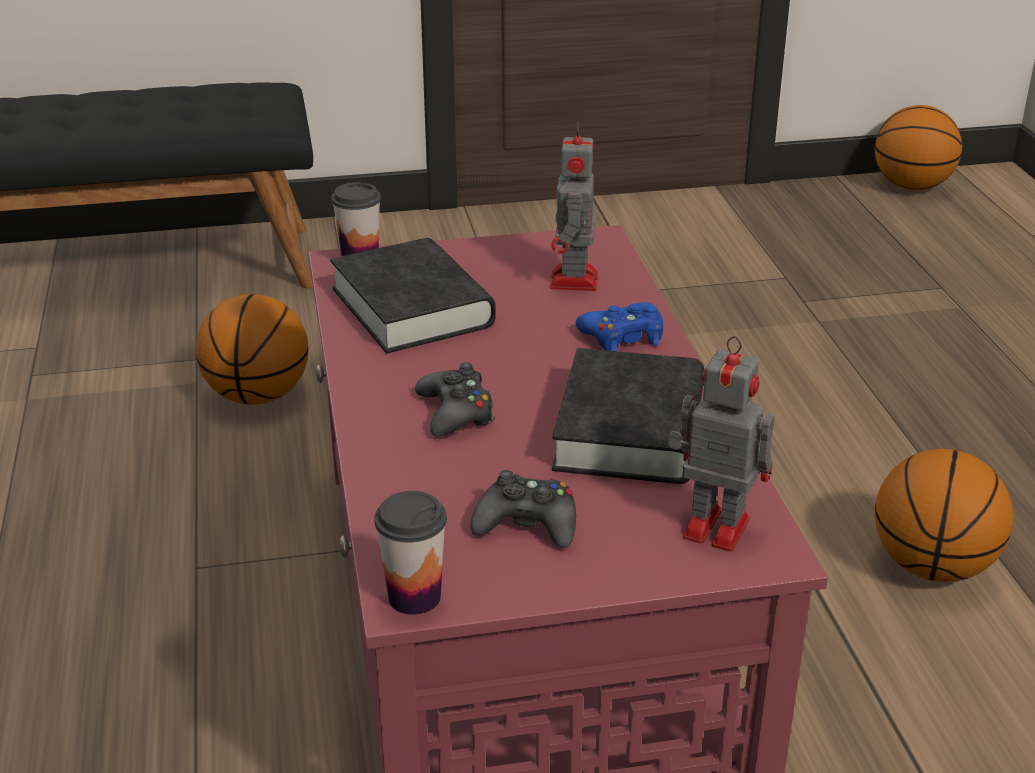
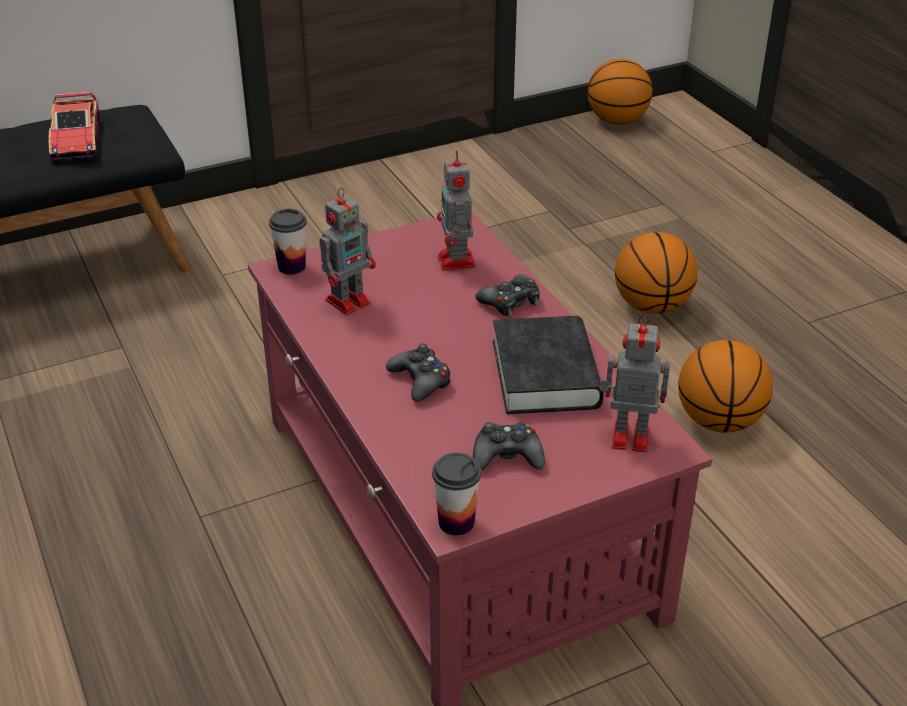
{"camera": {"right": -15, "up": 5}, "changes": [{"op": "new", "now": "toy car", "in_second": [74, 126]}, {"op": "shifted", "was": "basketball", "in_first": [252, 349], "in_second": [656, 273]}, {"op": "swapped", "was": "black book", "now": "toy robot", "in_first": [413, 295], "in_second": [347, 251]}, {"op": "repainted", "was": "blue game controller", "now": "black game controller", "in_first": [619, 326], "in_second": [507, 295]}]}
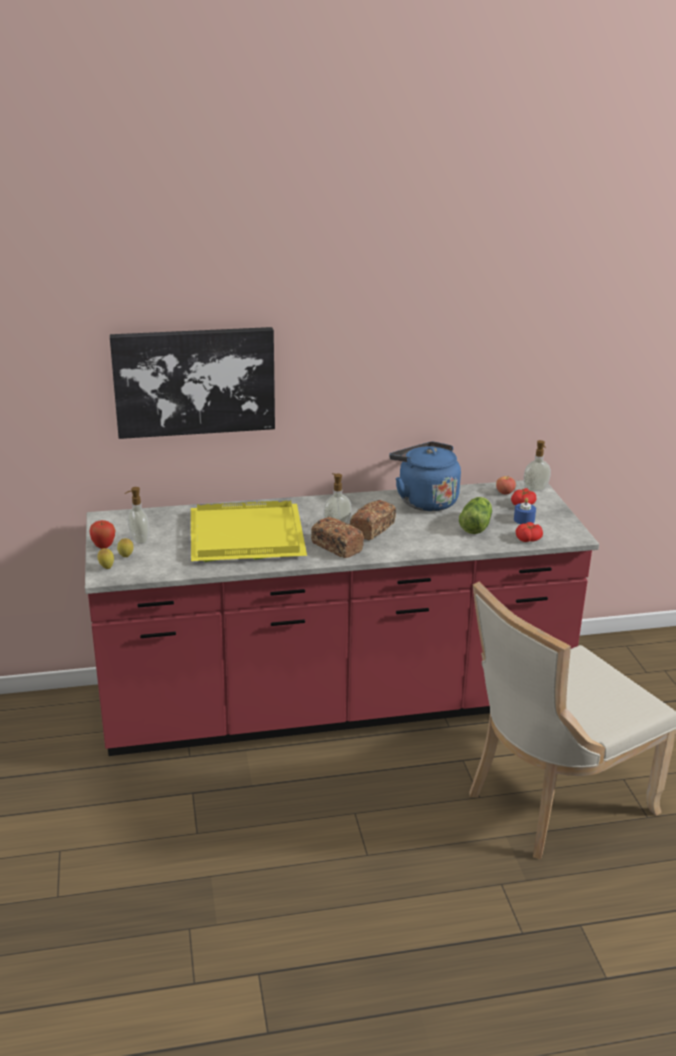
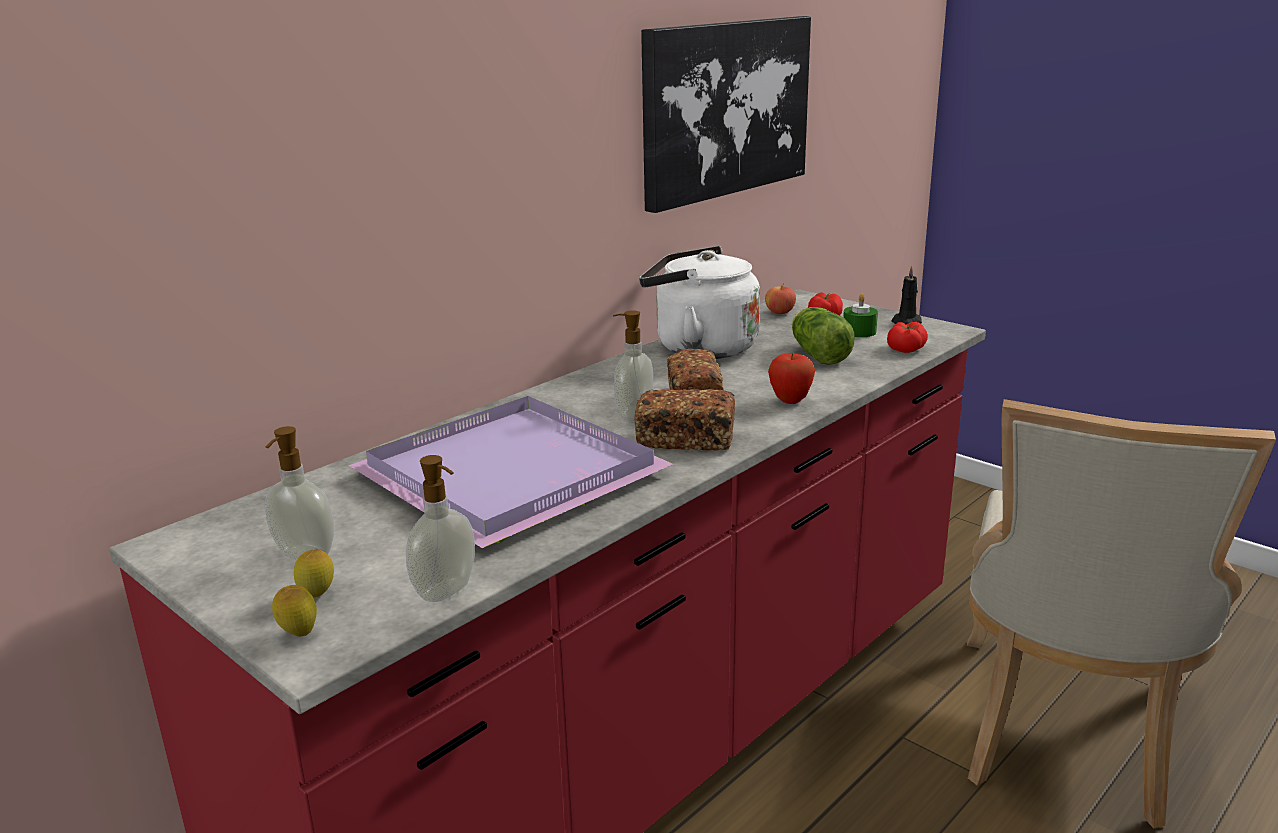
{"camera": {"right": -35, "up": -5}, "changes": [{"op": "new", "now": "black candle", "in_second": [906, 295]}, {"op": "shifted", "was": "apple", "in_first": [102, 534], "in_second": [791, 378]}, {"op": "shifted", "was": "picture", "in_first": [192, 383], "in_second": [726, 114]}, {"op": "shifted", "was": "soap dispenser", "in_first": [537, 466], "in_second": [440, 528]}, {"op": "repainted", "was": "yellow tray", "now": "purple tray", "in_first": [249, 531], "in_second": [510, 472]}, {"op": "repainted", "was": "blue kettle", "now": "white kettle", "in_first": [425, 476], "in_second": [699, 302]}, {"op": "repainted", "was": "blue candle", "now": "green candle", "in_first": [525, 511], "in_second": [860, 315]}]}
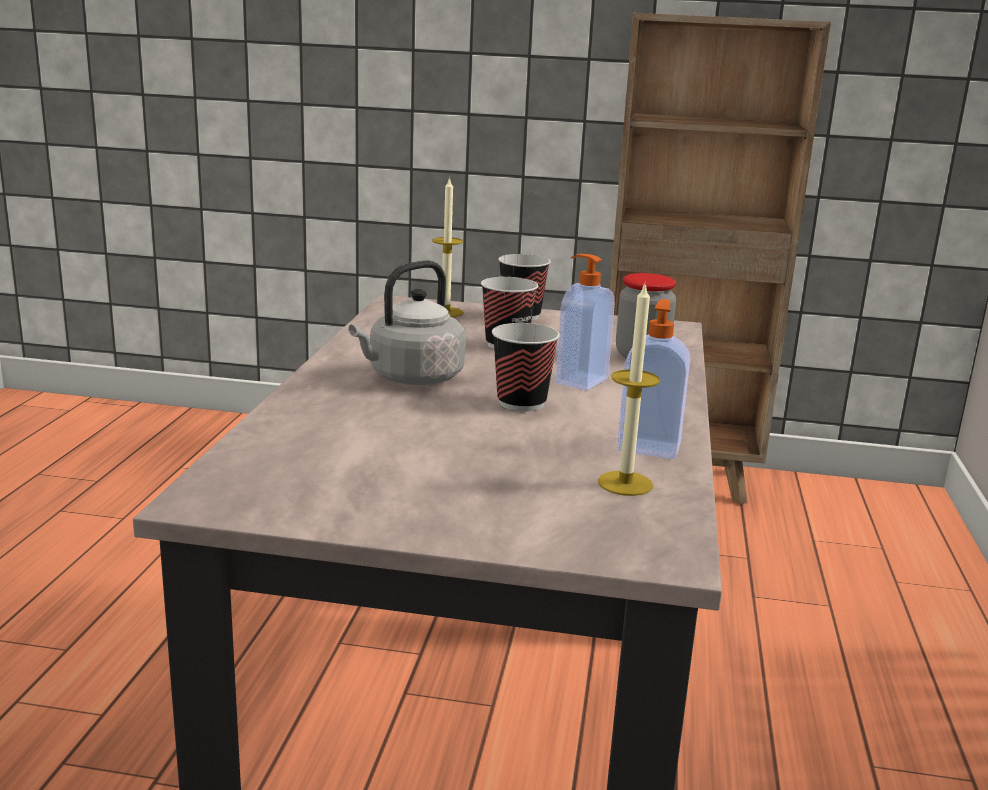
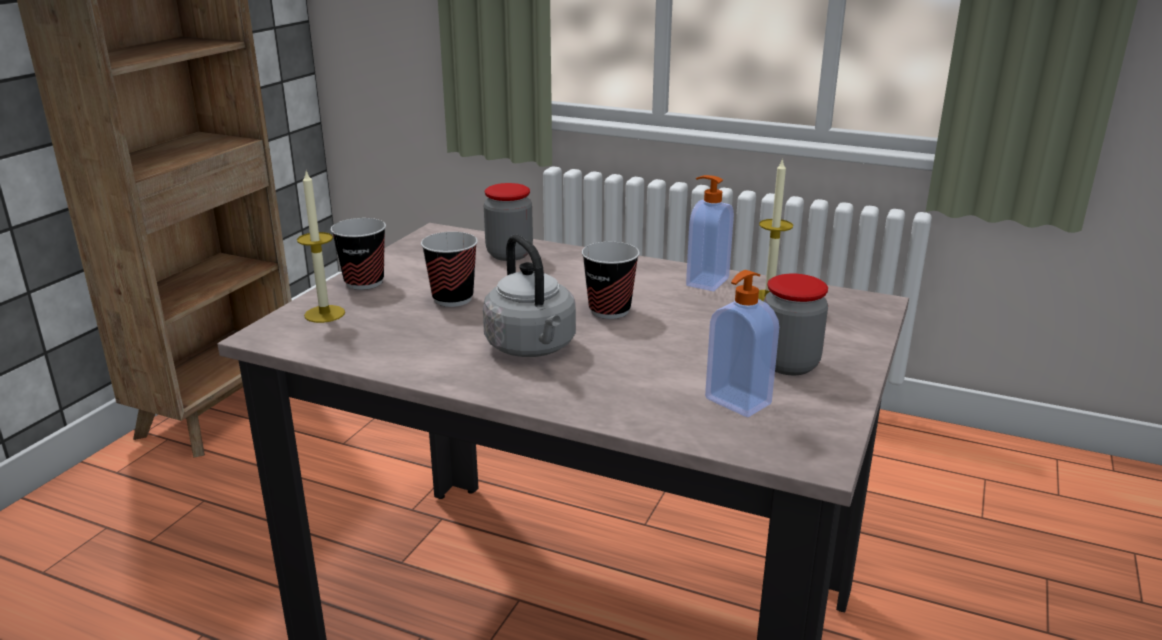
{"camera": {"right": -75, "up": 5}, "changes": [{"op": "new", "now": "jar", "in_second": [796, 324]}, {"op": "shifted", "was": "soap dispenser", "in_first": [585, 322], "in_second": [742, 343]}]}
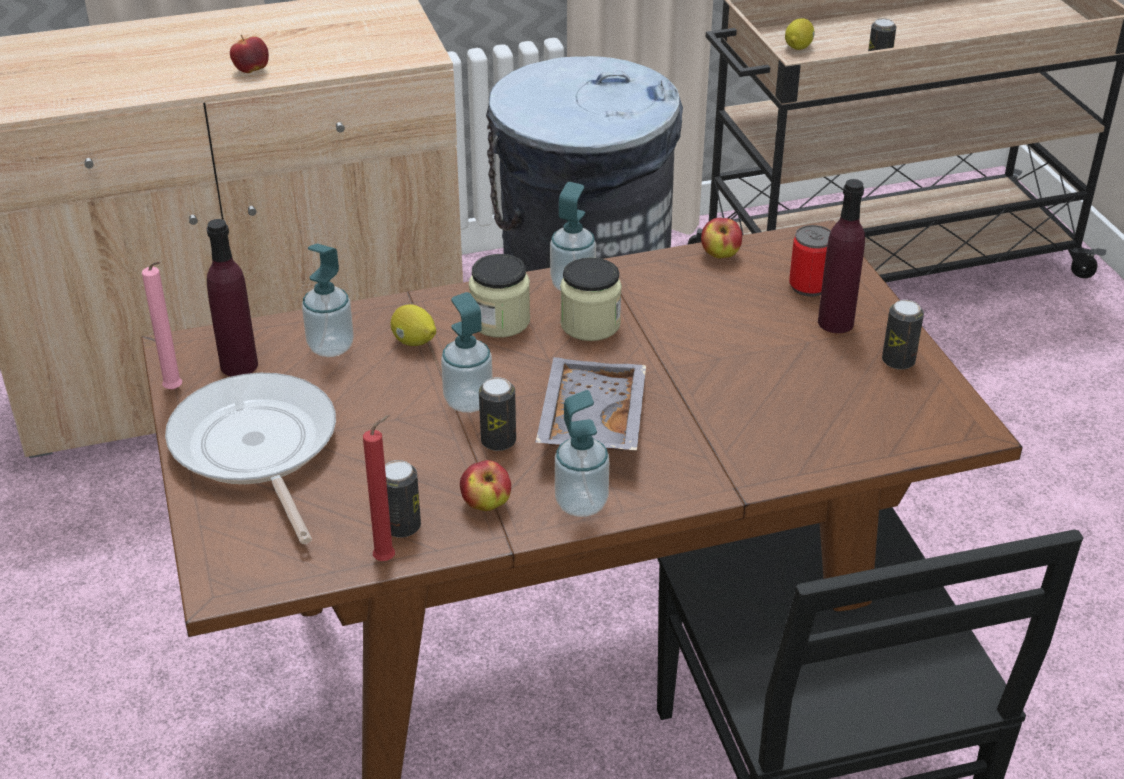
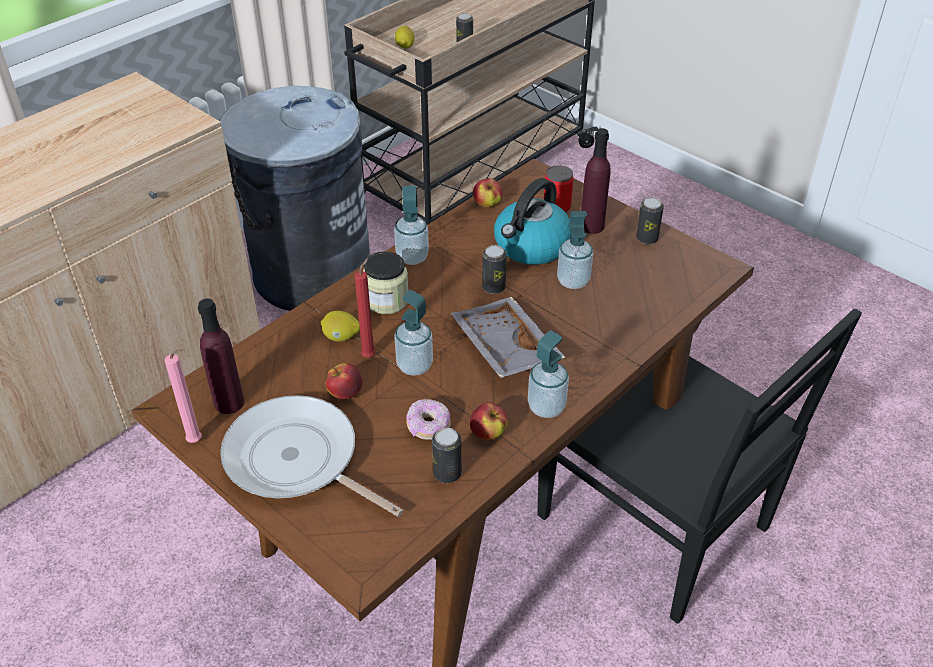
{"camera": {"right": -30, "up": 5}, "changes": [{"op": "gone", "was": "jar", "in_first": [591, 299]}, {"op": "new", "now": "donut", "in_second": [428, 419]}, {"op": "new", "now": "kettle", "in_second": [532, 221]}, {"op": "shifted", "was": "apple", "in_first": [249, 54], "in_second": [344, 381]}, {"op": "shifted", "was": "soap dispenser", "in_first": [328, 300], "in_second": [575, 250]}, {"op": "shifted", "was": "red candle", "in_first": [379, 487], "in_second": [365, 307]}, {"op": "shifted", "was": "can", "in_first": [497, 414], "in_second": [494, 269]}]}
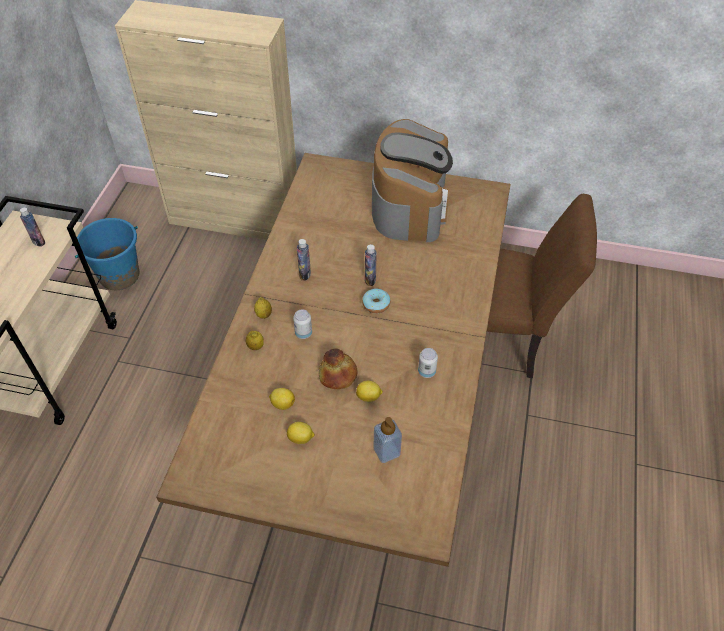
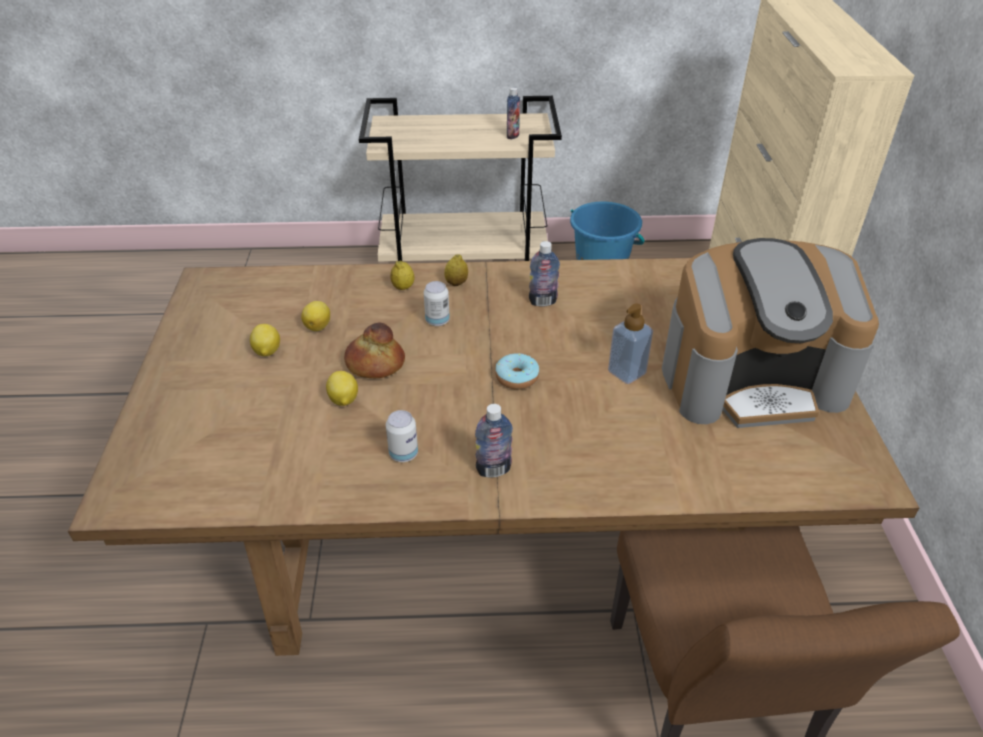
{"camera": {"right": 75, "up": -10}, "changes": [{"op": "shifted", "was": "bottle", "in_first": [371, 265], "in_second": [494, 440]}, {"op": "shifted", "was": "soap dispenser", "in_first": [388, 440], "in_second": [630, 343]}]}
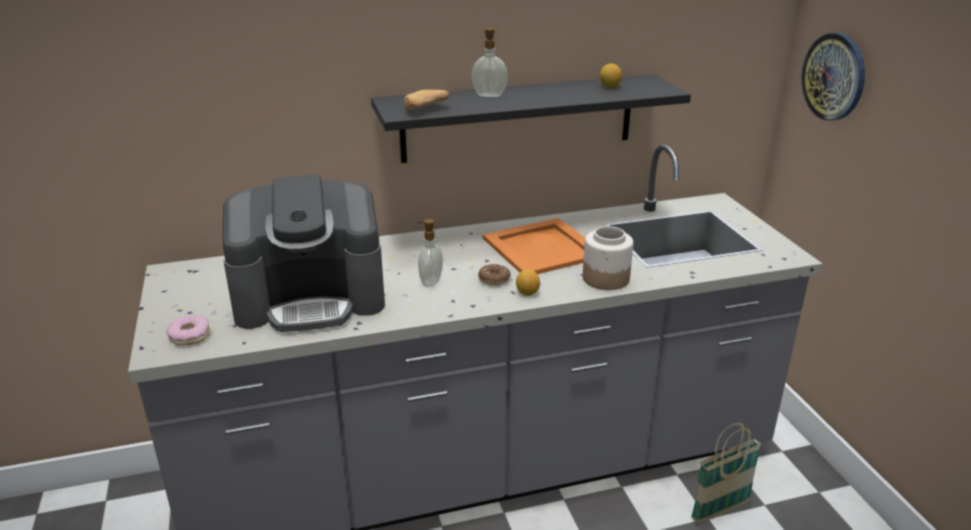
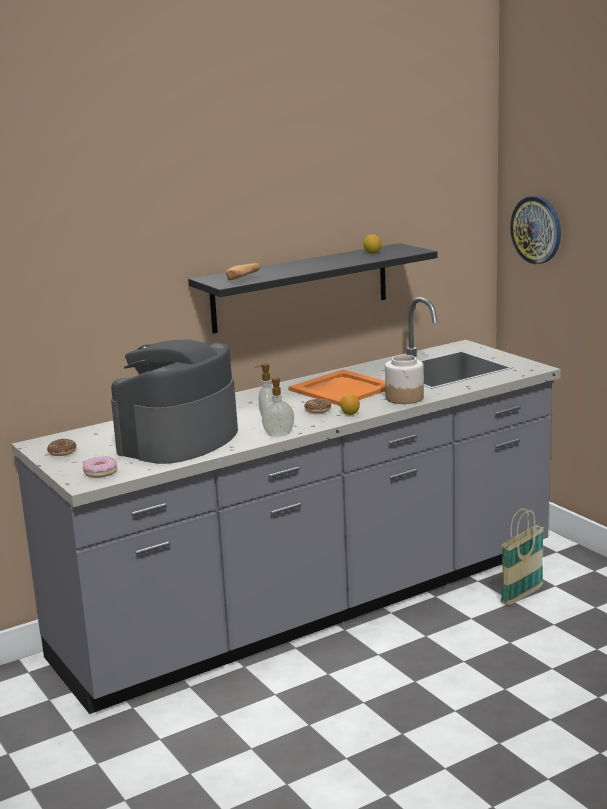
{"camera": {"right": -15, "up": -10}, "changes": [{"op": "new", "now": "donut", "in_second": [61, 447]}, {"op": "shifted", "was": "soap dispenser", "in_first": [490, 62], "in_second": [278, 407]}, {"op": "rotated", "was": "coffee machine", "in_first": [304, 253], "in_second": [174, 401], "clockwise": 150}]}
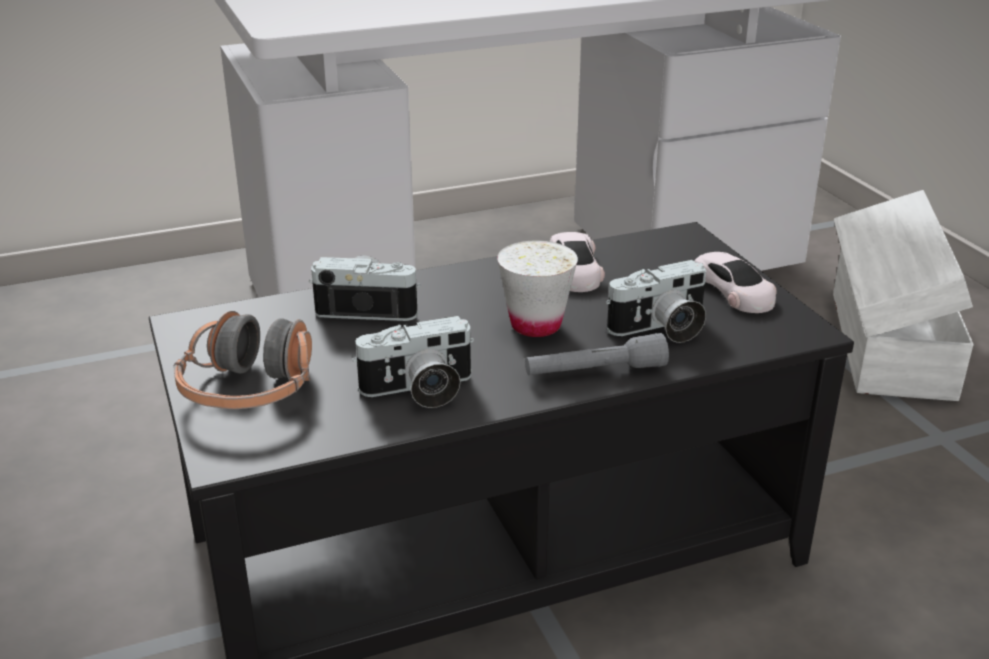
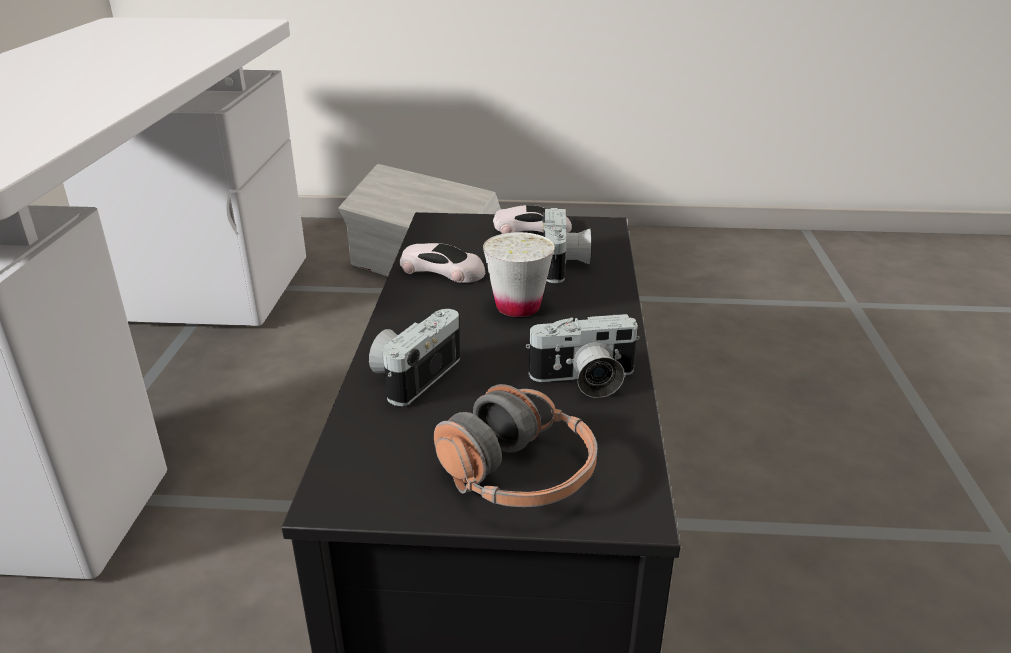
{"camera": {"right": -65, "up": 0}, "changes": [{"op": "gone", "was": "grey flashlight", "in_first": [597, 354]}, {"op": "rotated", "was": "photo camera", "in_first": [413, 362], "in_second": [582, 356], "clockwise": 75}]}
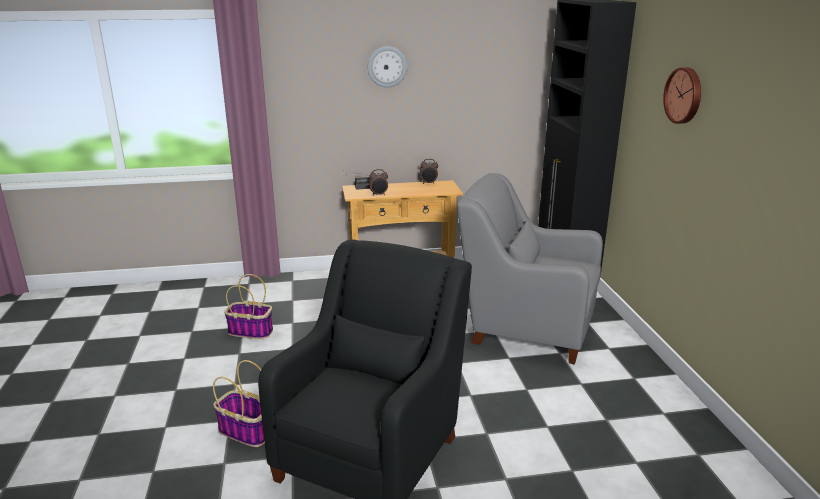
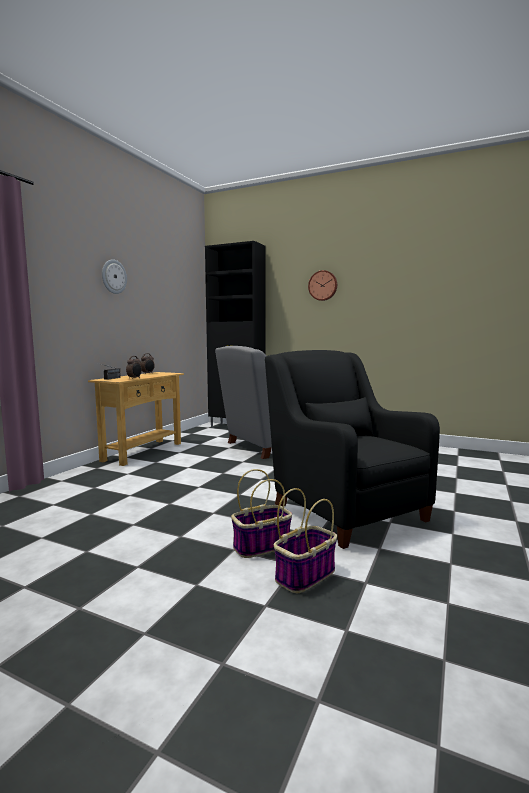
{"camera": {"right": -55, "up": -15}, "changes": [{"op": "shifted", "was": "basket", "in_first": [248, 306], "in_second": [305, 540]}]}
